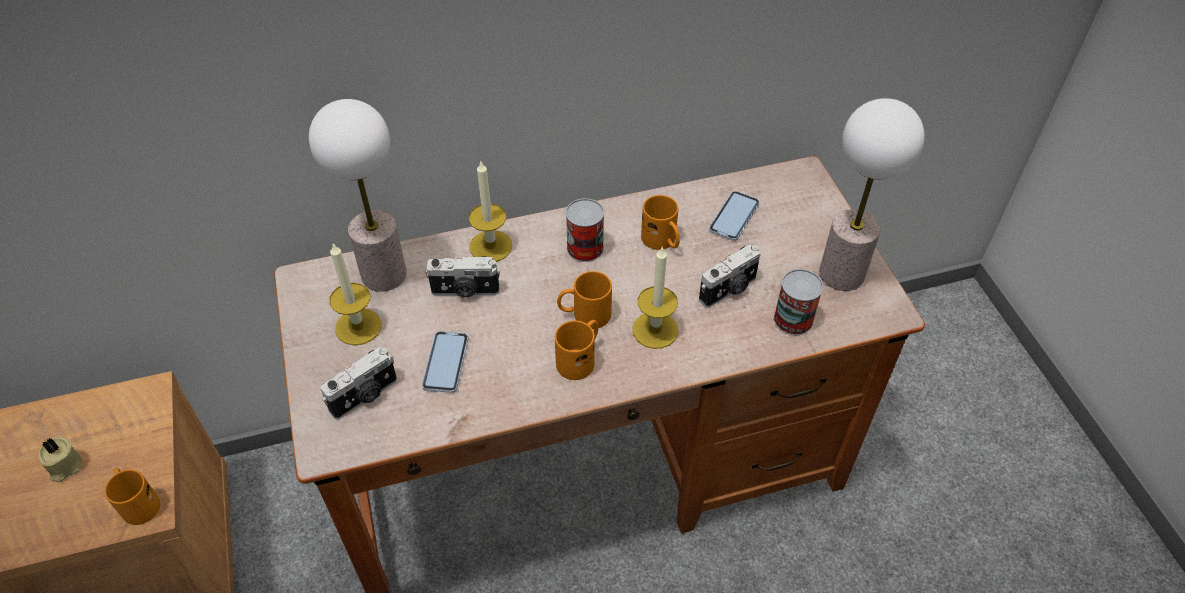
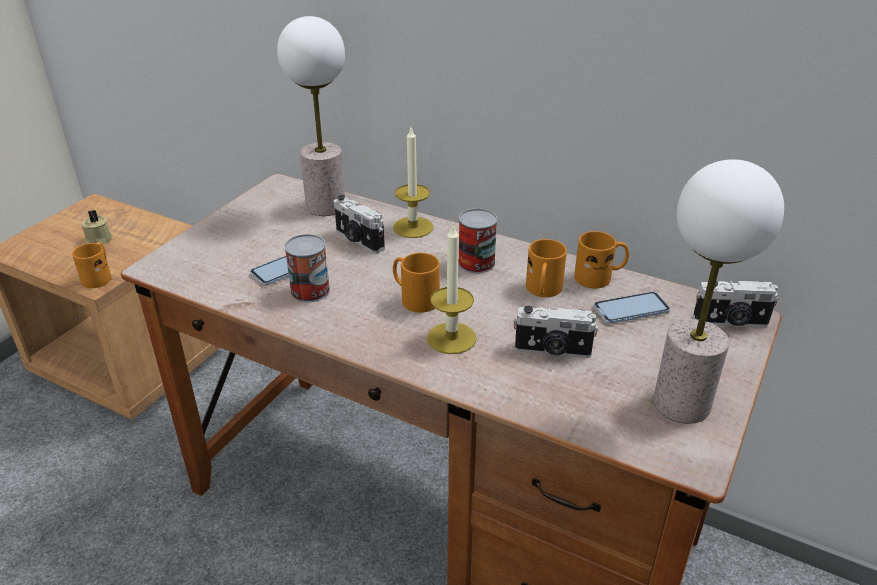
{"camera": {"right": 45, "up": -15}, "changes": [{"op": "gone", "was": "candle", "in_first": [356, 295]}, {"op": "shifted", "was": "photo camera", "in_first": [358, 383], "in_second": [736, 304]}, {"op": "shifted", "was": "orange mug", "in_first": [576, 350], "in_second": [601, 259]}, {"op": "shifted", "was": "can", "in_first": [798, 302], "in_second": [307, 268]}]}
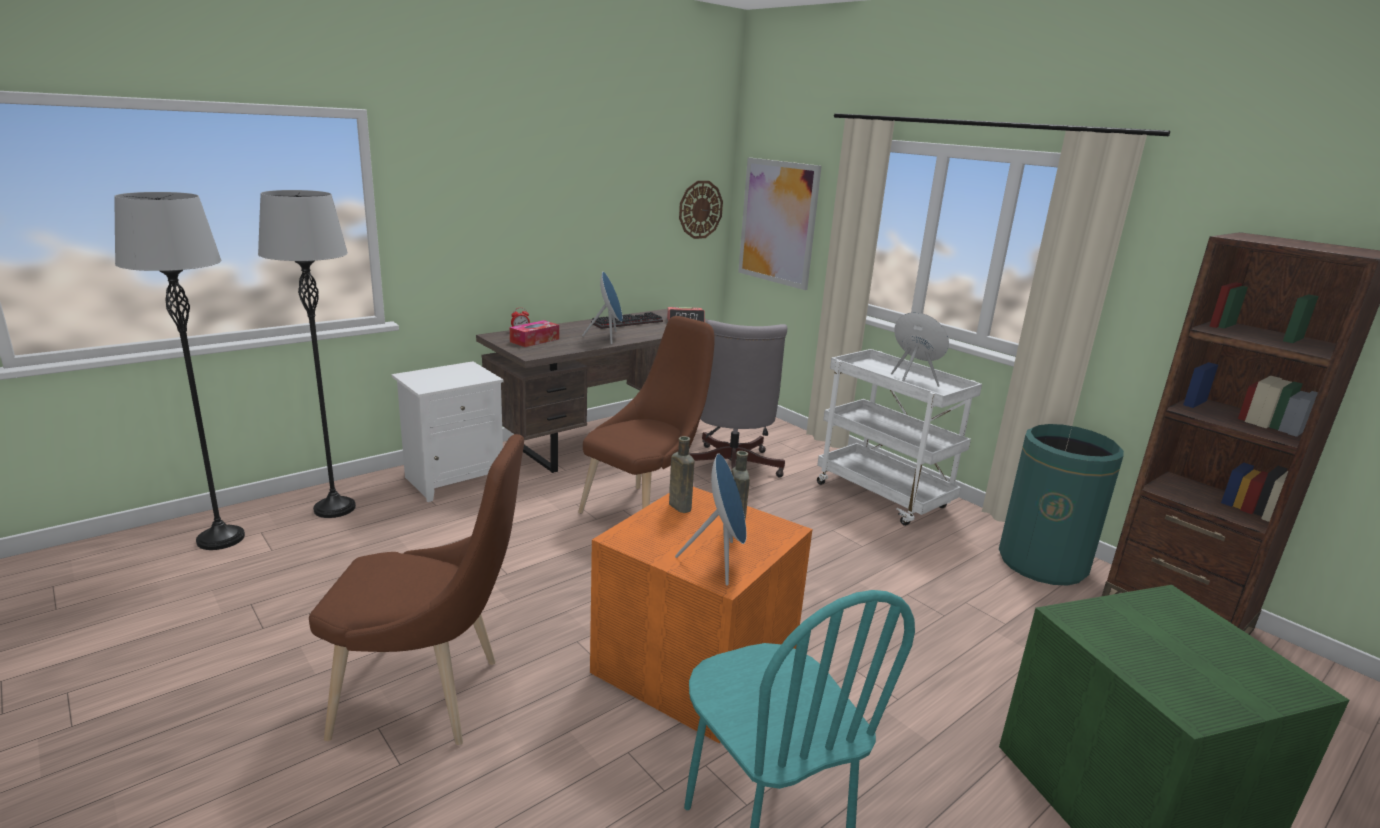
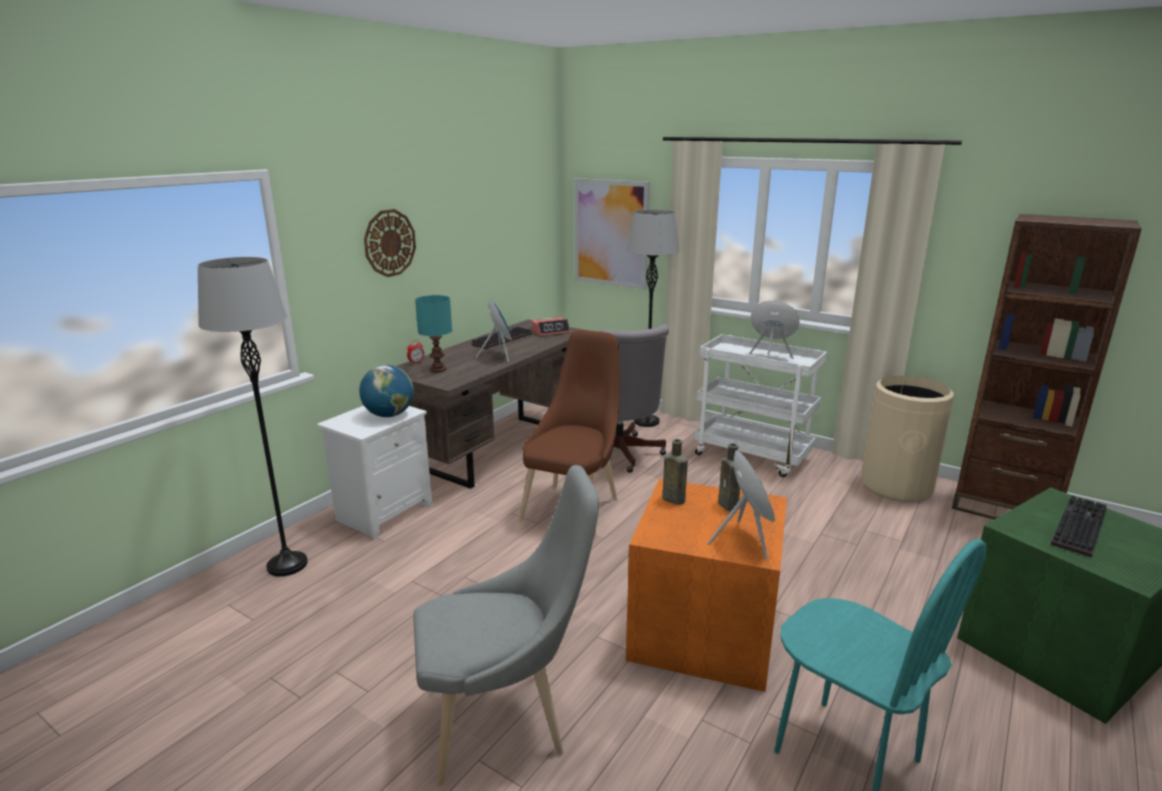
{"camera": {"right": -15, "up": 0}, "changes": [{"op": "new", "now": "globe", "in_second": [386, 391]}, {"op": "new", "now": "keyboard", "in_second": [1079, 526]}, {"op": "shifted", "was": "grey floor lamp", "in_first": [180, 371], "in_second": [653, 318]}, {"op": "shifted", "was": "wall clock", "in_first": [701, 210], "in_second": [390, 243]}, {"op": "swapped", "was": "tissue box", "now": "turquoise table lamp", "in_first": [534, 333], "in_second": [433, 333]}, {"op": "repainted", "was": "brown chair", "now": "grey chair", "in_first": [416, 589], "in_second": [506, 626]}, {"op": "repainted", "was": "green trash can", "now": "beige trash can", "in_first": [1061, 505], "in_second": [907, 439]}]}
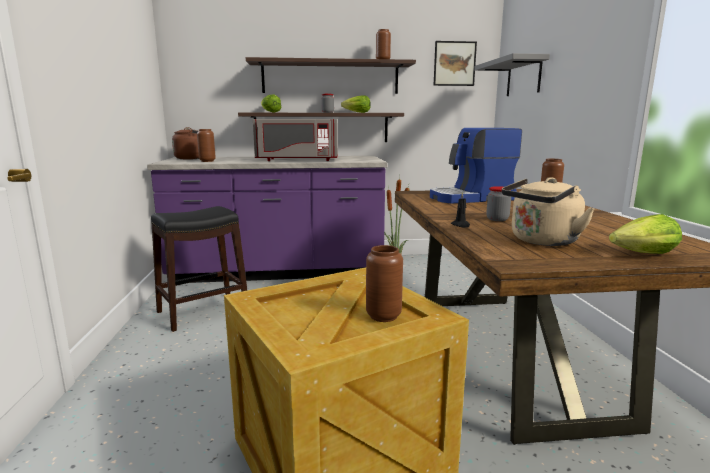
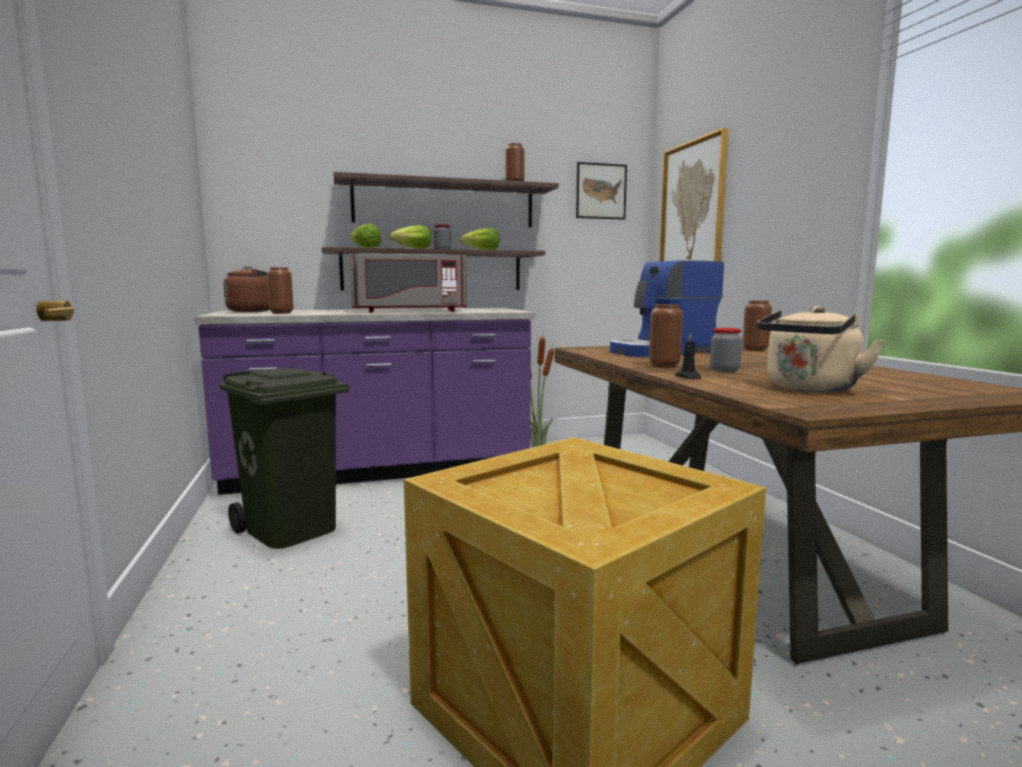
{"camera": {"right": -10, "up": -5}, "changes": [{"op": "shifted", "was": "brown vase", "in_first": [384, 283], "in_second": [666, 336]}, {"op": "shifted", "was": "lettuce", "in_first": [645, 234], "in_second": [411, 237]}, {"op": "swapped", "was": "black stool", "now": "green trash can", "in_first": [199, 269], "in_second": [284, 458]}, {"op": "swapped", "was": "grey shelf", "now": "picture", "in_first": [512, 74], "in_second": [694, 195]}]}
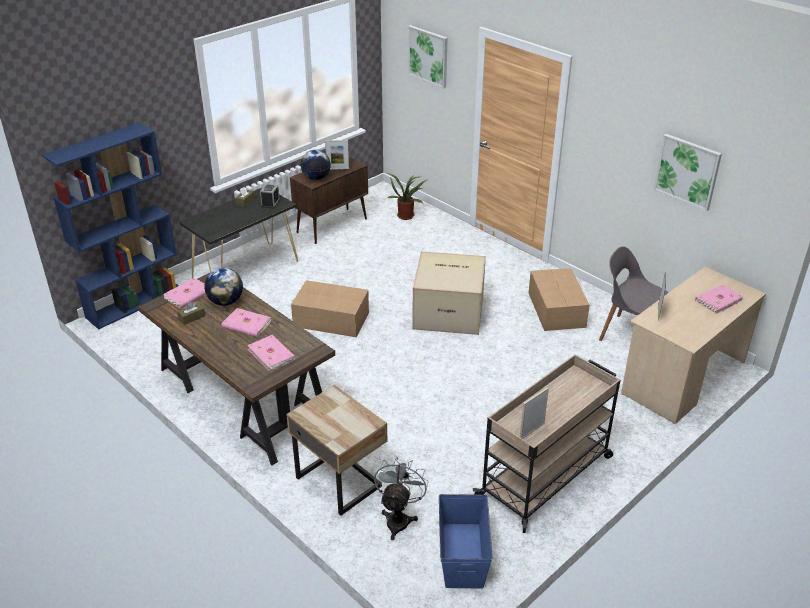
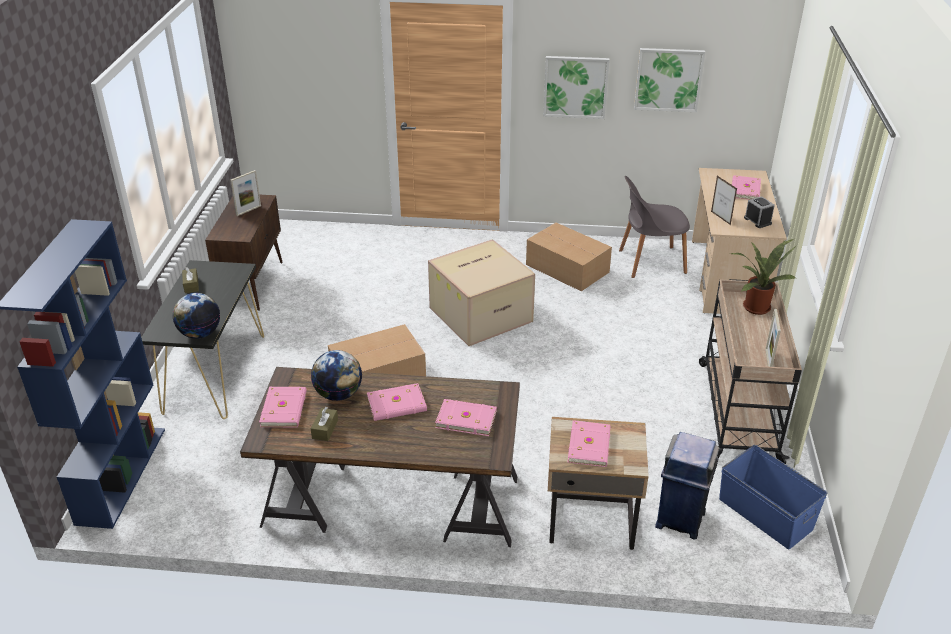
{"camera": {"right": -40, "up": 0}, "changes": [{"op": "new", "now": "pink book", "in_second": [589, 443]}, {"op": "shifted", "was": "alarm clock", "in_first": [270, 196], "in_second": [759, 212]}, {"op": "shifted", "was": "globe", "in_first": [316, 165], "in_second": [196, 316]}, {"op": "shifted", "was": "potted plant", "in_first": [408, 196], "in_second": [763, 277]}, {"op": "shifted", "was": "picture", "in_first": [428, 57], "in_second": [576, 87]}, {"op": "swapped", "was": "grey fan", "now": "blue trash can", "in_first": [401, 498], "in_second": [687, 486]}]}
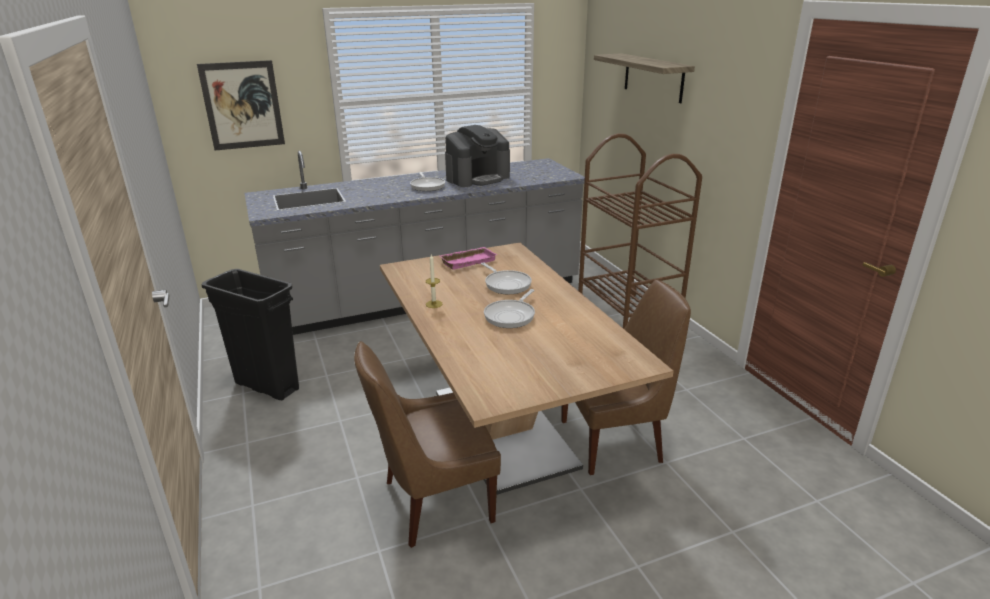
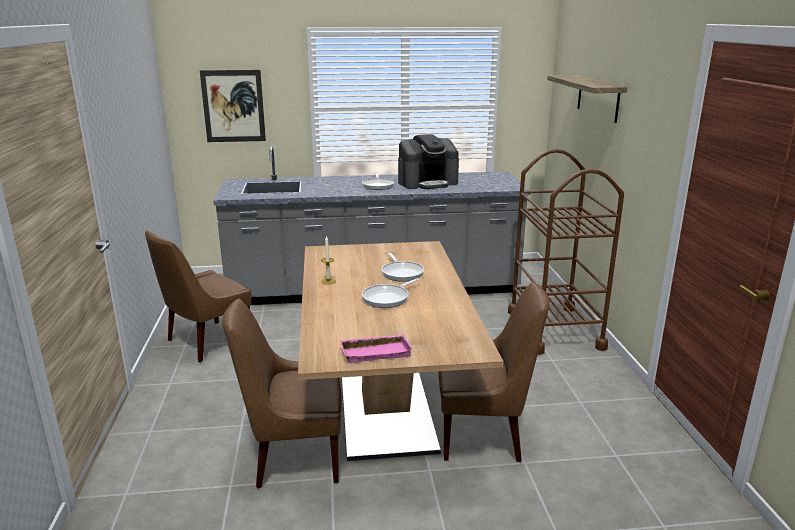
{"camera": {"right": 15, "up": -5}, "changes": [{"op": "shifted", "was": "pink tray", "in_first": [468, 258], "in_second": [376, 348]}, {"op": "swapped", "was": "black trash can", "now": "brown chair", "in_first": [250, 334], "in_second": [198, 297]}]}
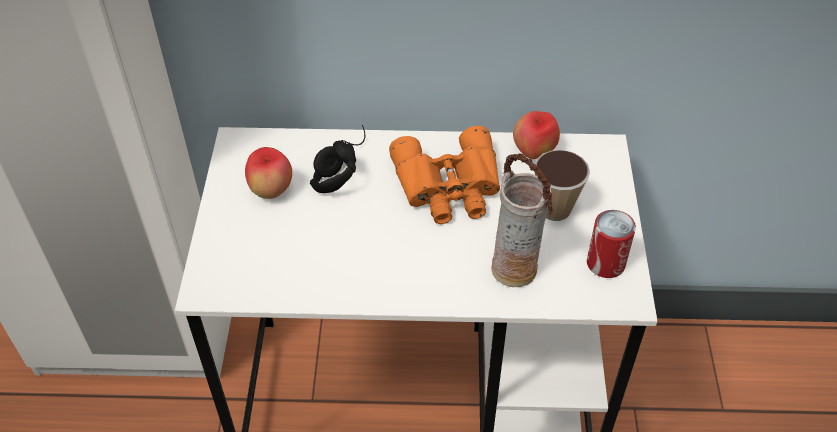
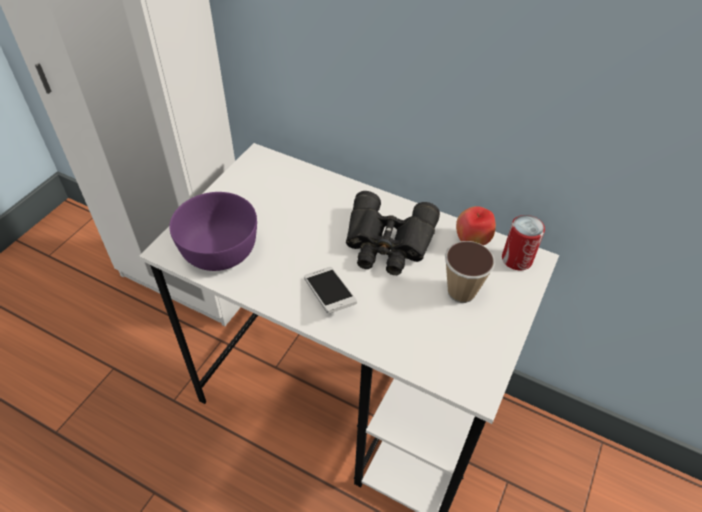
{"camera": {"right": 25, "up": 0}, "changes": [{"op": "gone", "was": "apple", "in_first": [268, 173]}, {"op": "gone", "was": "black headphones", "in_first": [337, 159]}, {"op": "gone", "was": "vase", "in_first": [522, 220]}, {"op": "new", "now": "purple bowl", "in_second": [213, 231]}, {"op": "new", "now": "phone", "in_second": [330, 290]}, {"op": "shifted", "was": "can", "in_first": [611, 244], "in_second": [523, 243]}, {"op": "repainted", "was": "orange binoculars", "now": "black binoculars", "in_first": [444, 175], "in_second": [393, 233]}]}
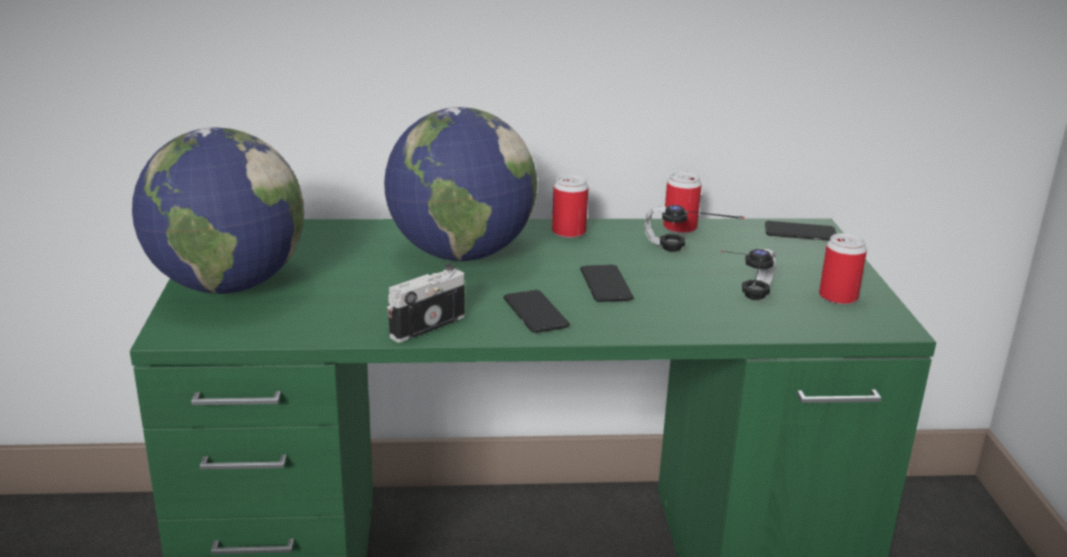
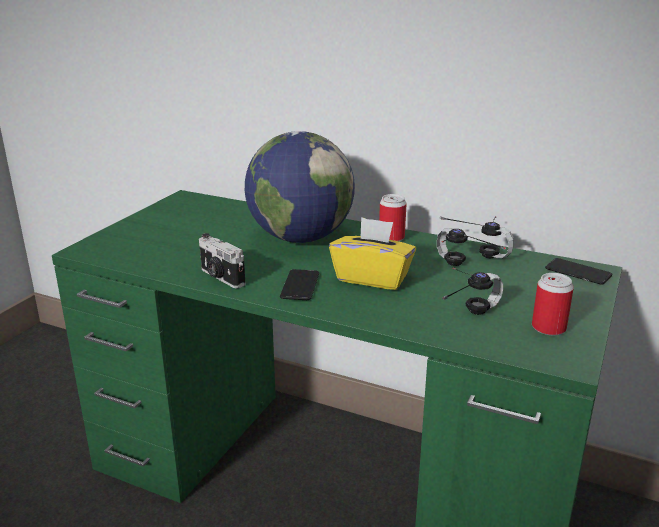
{"camera": {"right": 30, "up": 0}, "changes": [{"op": "gone", "was": "globe", "in_first": [218, 210]}, {"op": "swapped", "was": "phone", "now": "yellow tissue box", "in_first": [607, 283], "in_second": [372, 253]}, {"op": "swapped", "was": "can", "now": "headphones", "in_first": [682, 202], "in_second": [477, 237]}, {"op": "rotated", "was": "photo camera", "in_first": [426, 303], "in_second": [222, 260], "clockwise": -120}]}
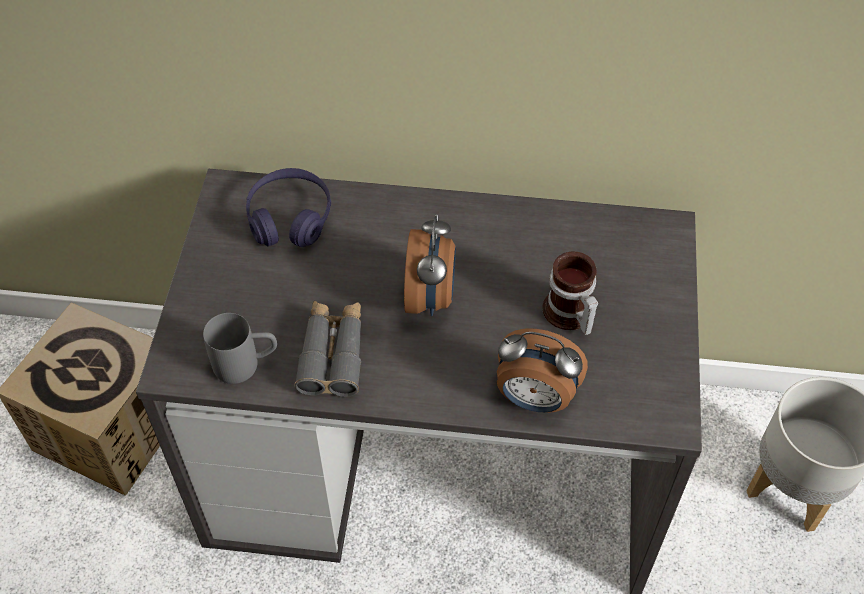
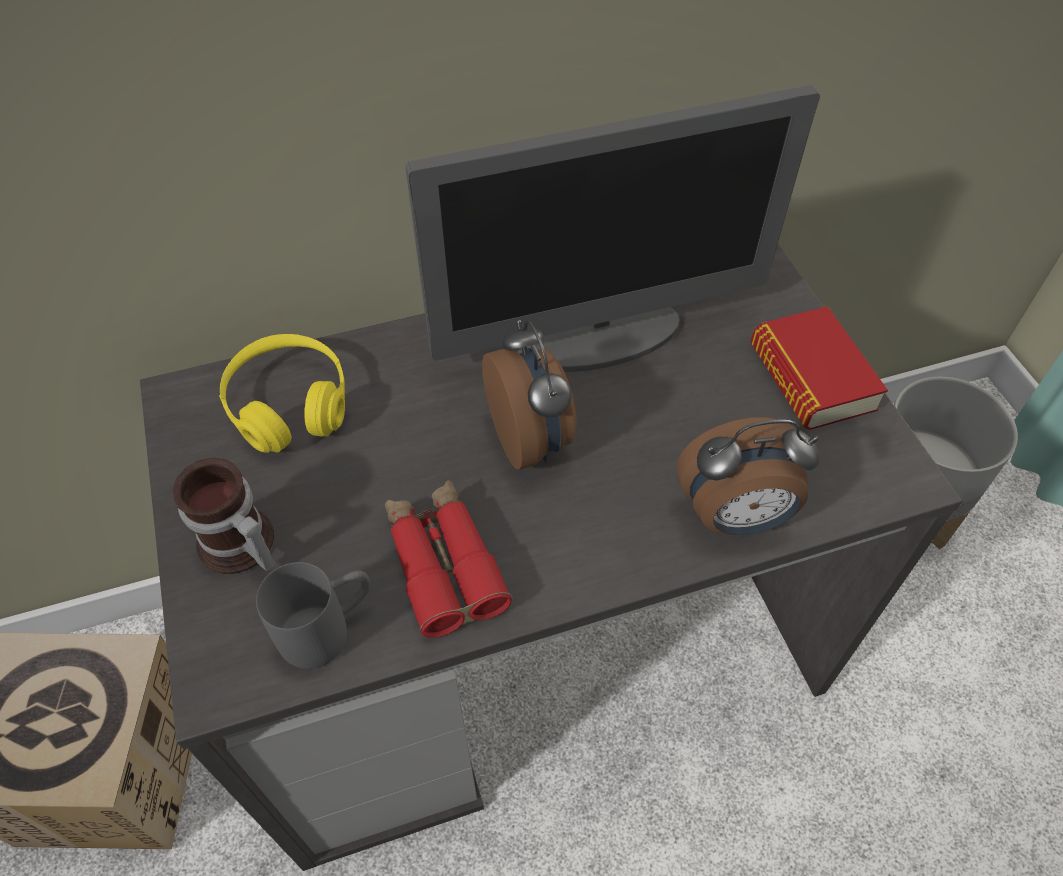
{"camera": {"right": -25, "up": 0}, "changes": [{"op": "new", "now": "monitor", "in_second": [612, 228]}, {"op": "new", "now": "book", "in_second": [819, 368]}, {"op": "shifted", "was": "mug", "in_first": [570, 293], "in_second": [224, 516]}, {"op": "repainted", "was": "purple headphones", "now": "yellow headphones", "in_first": [288, 207], "in_second": [282, 393]}, {"op": "repainted", "was": "grey binoculars", "now": "red binoculars", "in_first": [327, 349], "in_second": [448, 559]}]}
